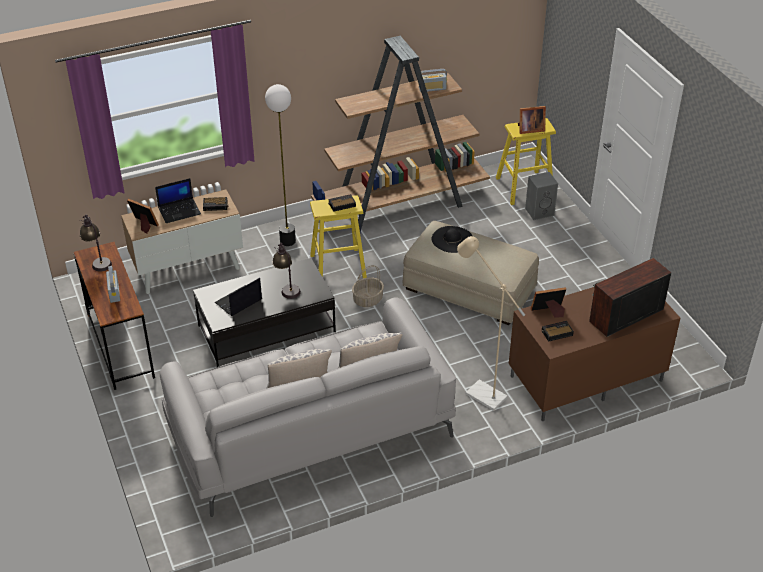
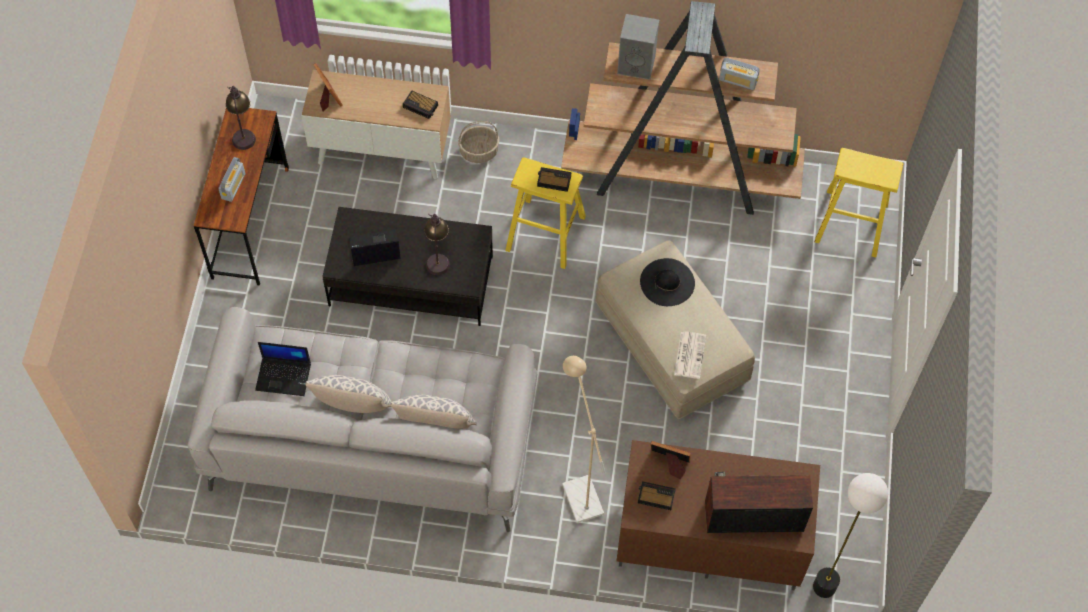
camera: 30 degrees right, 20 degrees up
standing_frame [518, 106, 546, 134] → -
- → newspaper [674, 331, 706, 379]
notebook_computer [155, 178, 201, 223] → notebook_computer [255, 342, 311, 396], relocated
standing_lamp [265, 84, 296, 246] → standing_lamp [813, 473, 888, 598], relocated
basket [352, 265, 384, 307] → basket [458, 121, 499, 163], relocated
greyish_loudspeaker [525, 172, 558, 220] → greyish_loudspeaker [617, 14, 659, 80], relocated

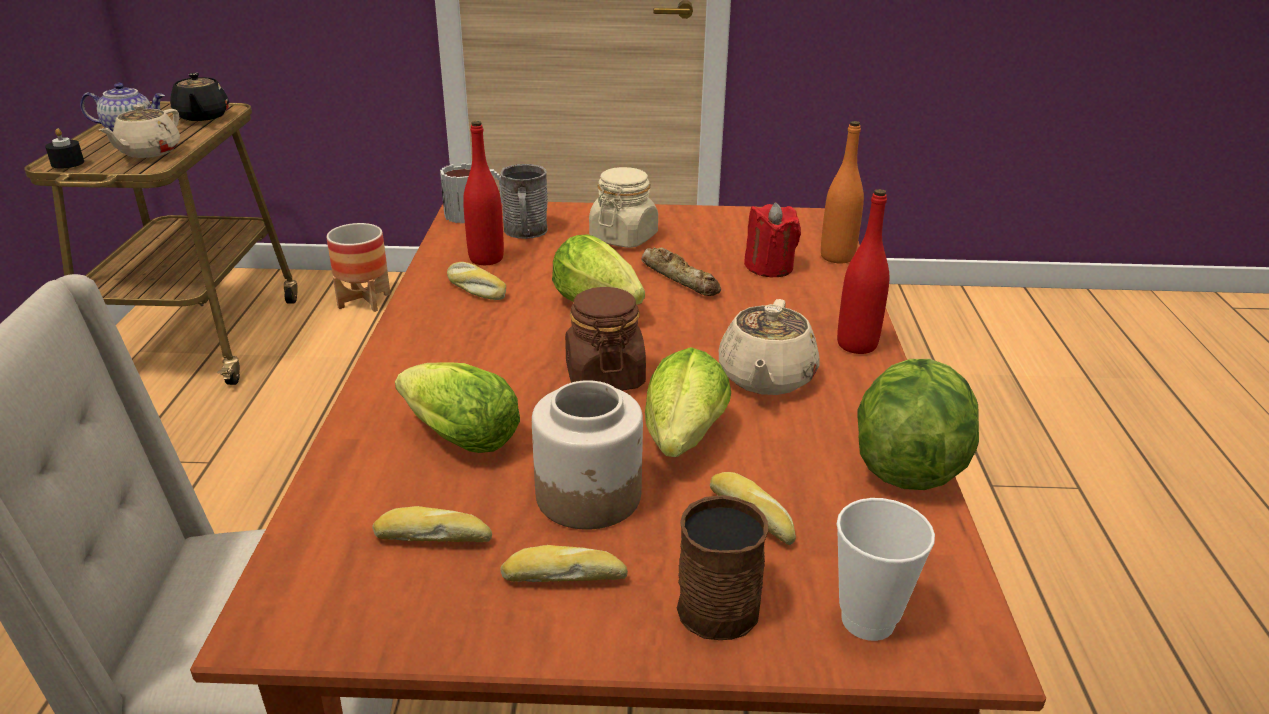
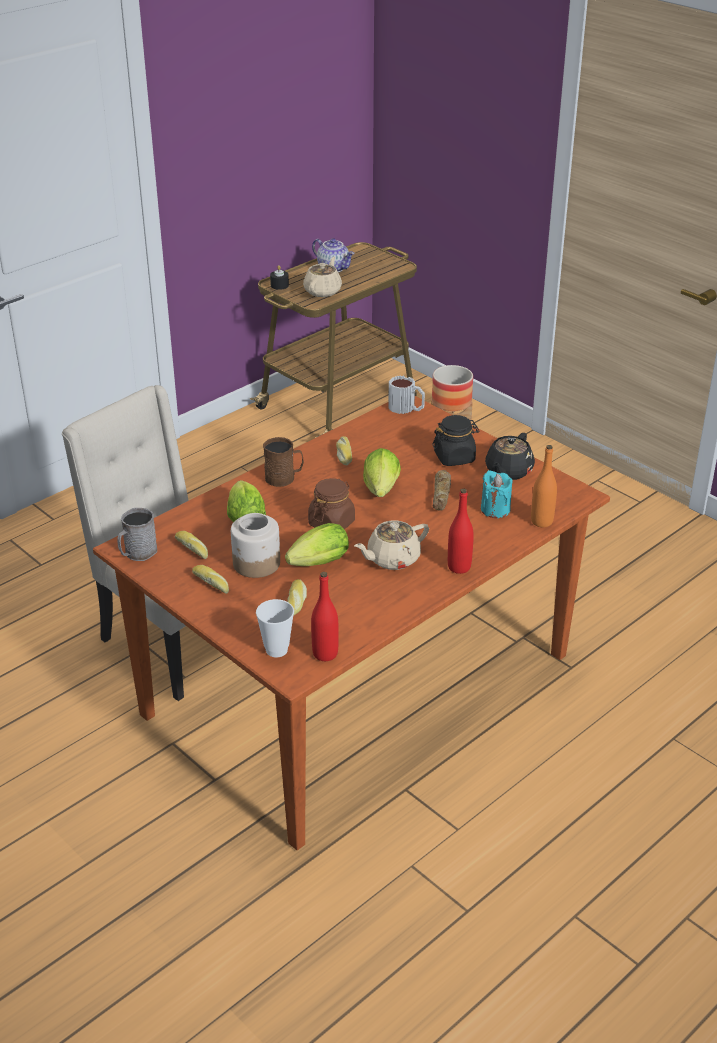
camera: 45 degrees right, 5 degrees up
lettuce [858, 359, 979, 490] → -
black-coloured_tea_pot [170, 73, 229, 121] → black-coloured_tea_pot [485, 433, 535, 480], relocated
red_bottle [463, 121, 504, 265] → red_bottle [311, 572, 339, 661], relocated
greyish_mug [500, 164, 548, 239] → greyish_mug [117, 508, 157, 561], relocated
brown_mug [677, 495, 769, 640] → brown_mug [263, 437, 304, 487], relocated
sand-coloured_storage_jar [589, 167, 658, 248] → black-coloured_storage_jar [432, 415, 479, 466]
red_wax_candle [744, 203, 801, 277] → turquoise-coloured_wax_candle [481, 470, 513, 518]
sand-coloured_tea_pot [99, 104, 180, 158] → sand-coloured_tea_pot [303, 257, 342, 297], 135 degrees clockwise

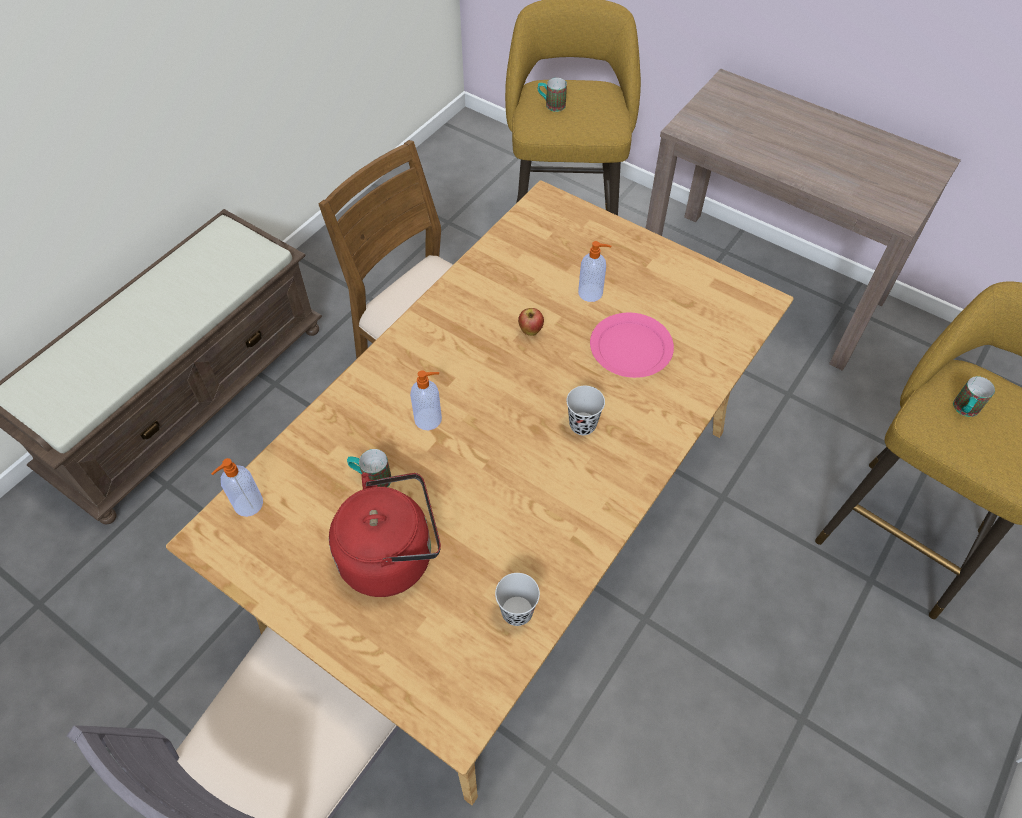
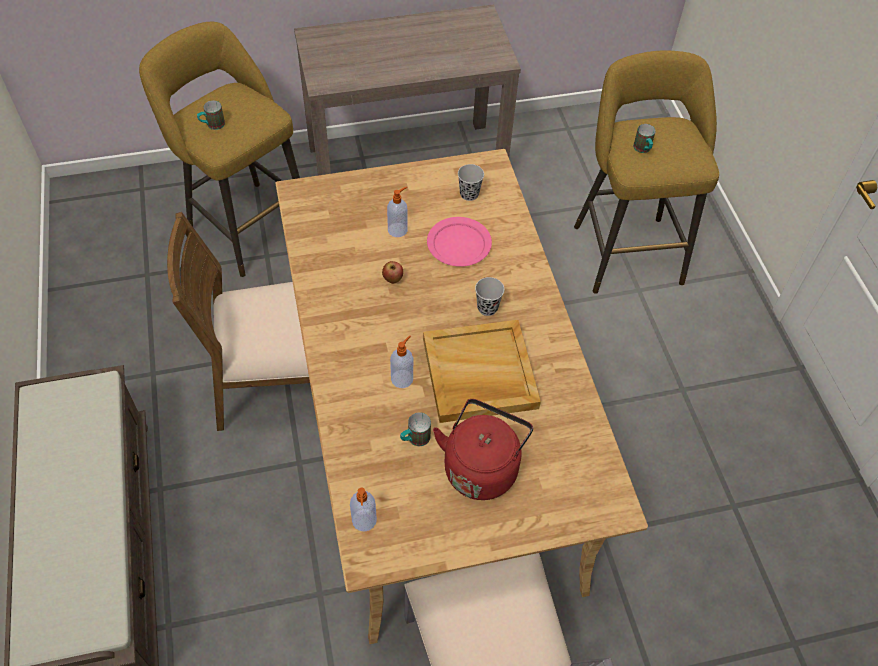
camera: 50 degrees left, 0 degrees up
- → sand-coloured_carrying_tray [423, 320, 541, 423]
black-coloured_drinking_cup [495, 573, 540, 626] → black-coloured_drinking_cup [458, 164, 484, 201], relocated

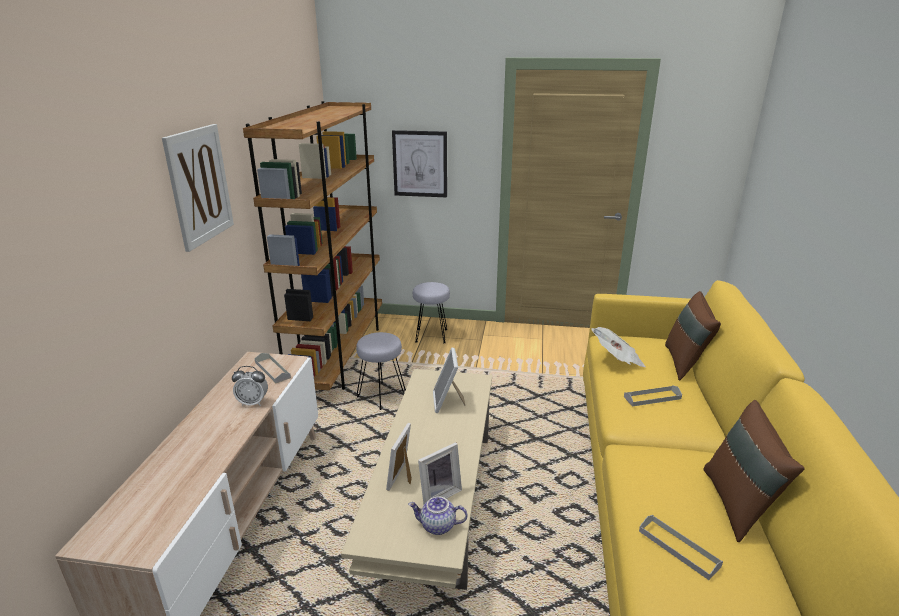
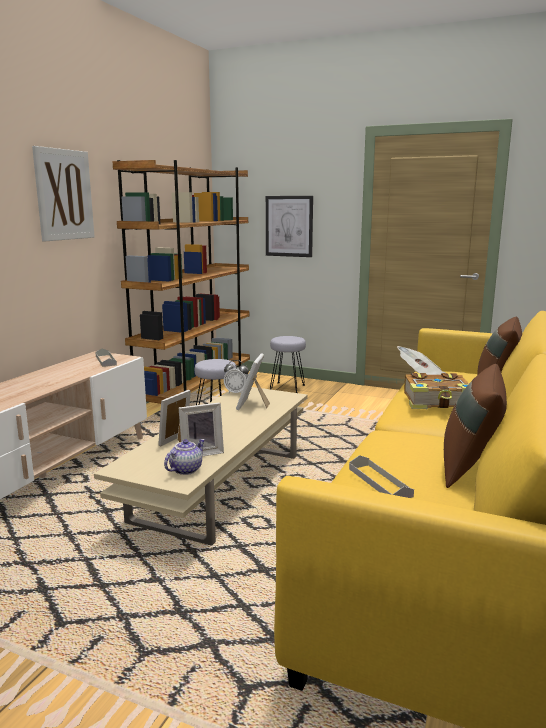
camera: 15 degrees right, 10 degrees down
table_clock [232, 366, 268, 406] → table_clock [224, 360, 249, 393], relocated
greyish_carrying_tray [624, 385, 682, 407] → volume [404, 373, 469, 409]
tea_pot [408, 496, 468, 535] → tea_pot [164, 439, 205, 475], 105 degrees clockwise

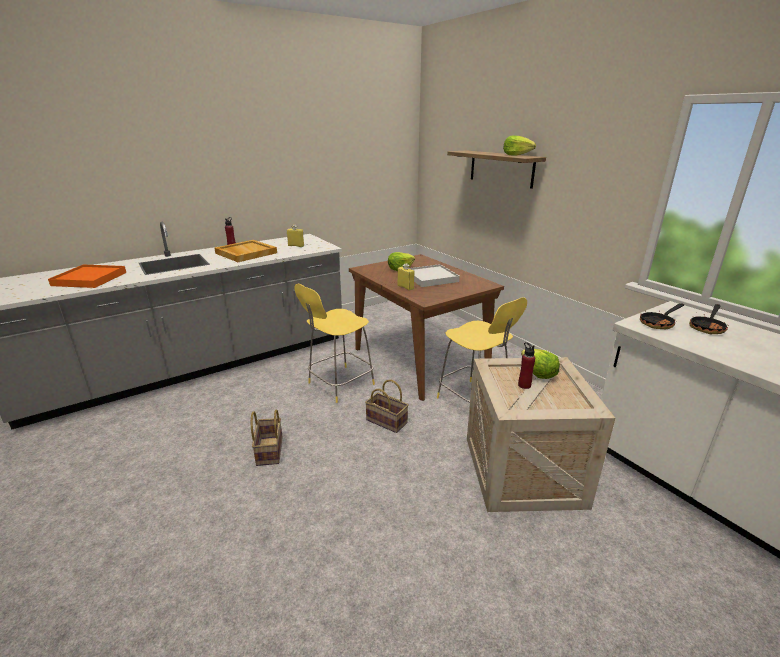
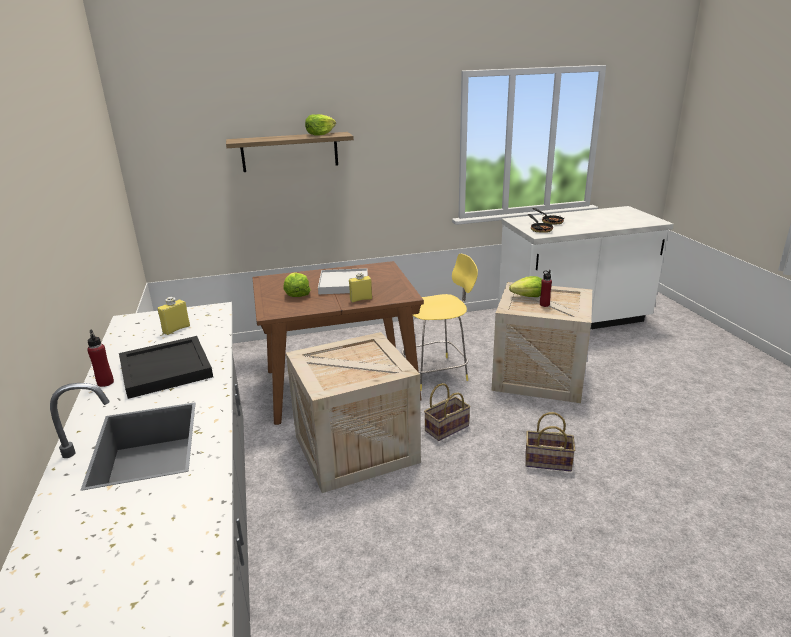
camera: 70 degrees left, 0 degrees up
orange-coloured_carrying_tray [48, 265, 126, 288] → -
basket [251, 409, 283, 466] → basket [526, 412, 575, 472], relocated
yellow_sitting_stool [294, 284, 375, 403] → shipping_crate [286, 332, 421, 493]
sand-coloured_carrying_tray [215, 240, 277, 262] → black-coloured_carrying_tray [119, 336, 213, 399]

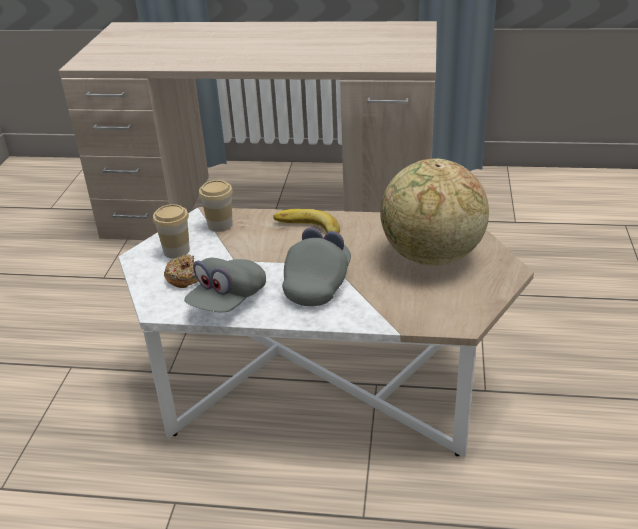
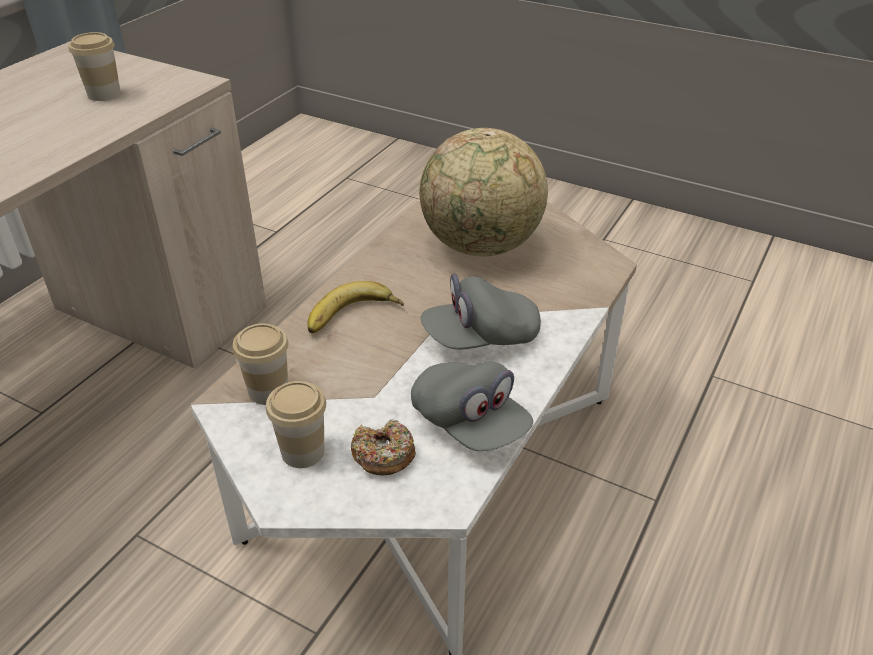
camera: 70 degrees left, 5 degrees up
- → drinking_cup [68, 32, 121, 101]
greyish_baseball_cap [282, 228, 351, 306] → greyish_baseball_cap [420, 273, 541, 350], 60 degrees counterclockwise

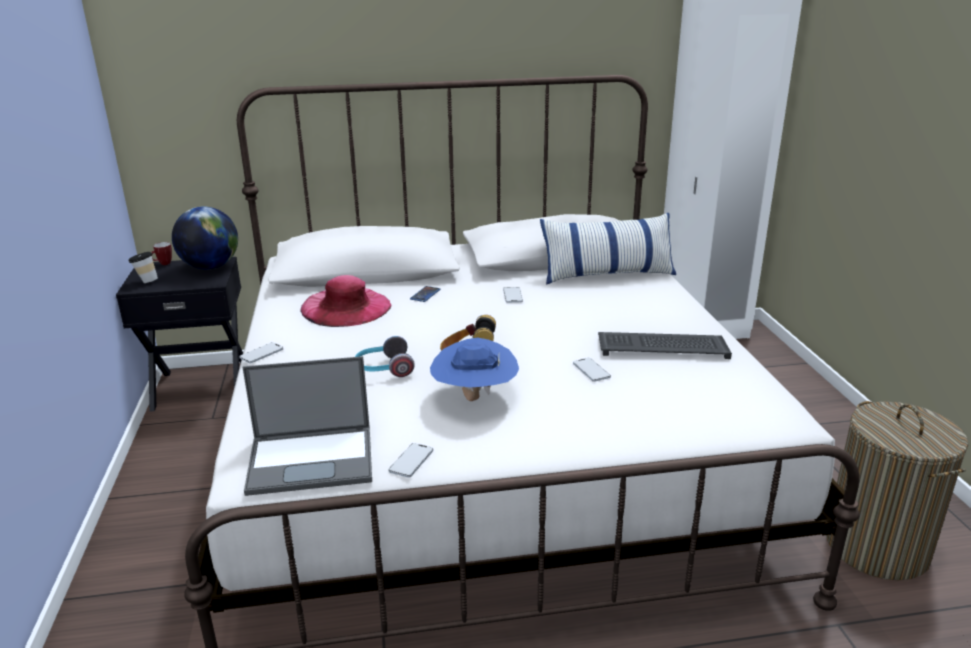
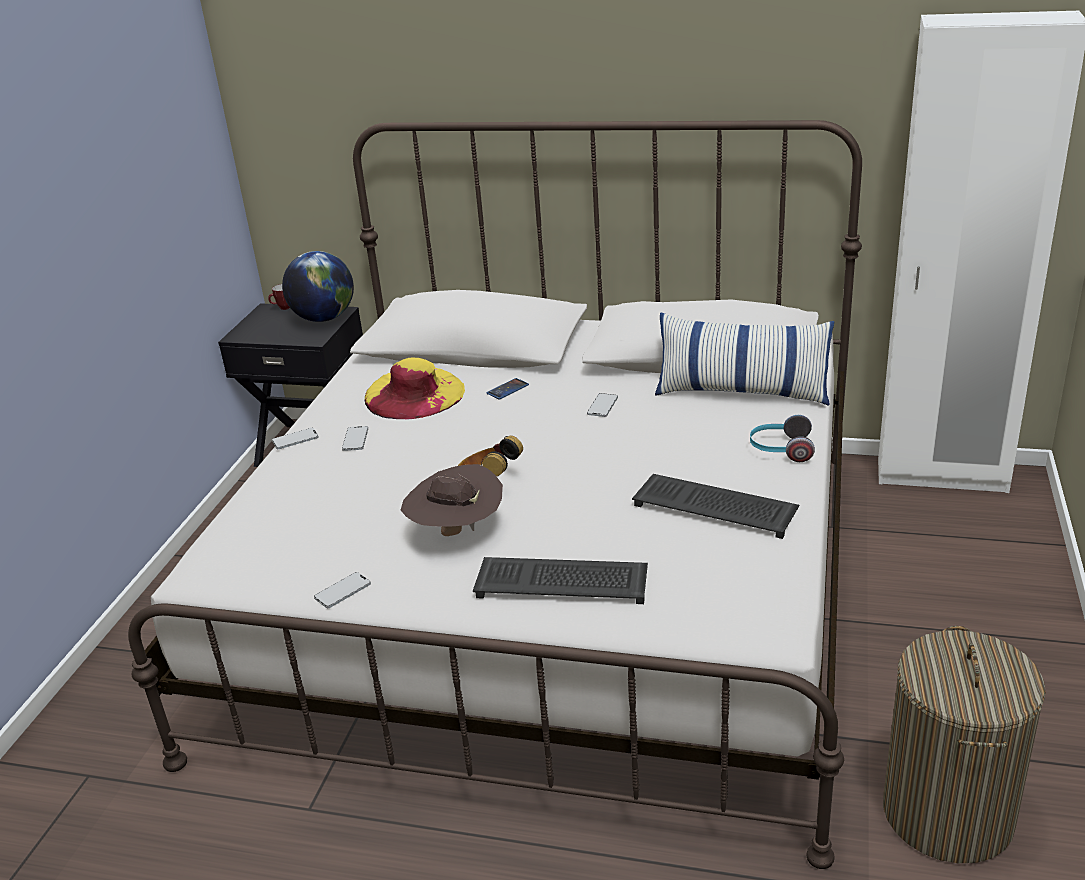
camera: 25 degrees right, 5 degrees up
drinking_cup [129, 252, 158, 283] → -
notebook_computer [242, 356, 372, 496] → -
- → PC_keyboard [473, 557, 648, 604]
headphones [355, 336, 415, 377] → headphones [750, 415, 815, 462], relocated
telephone [573, 358, 611, 382] → telephone [342, 426, 368, 451], relocated
pink_clothing_hat [300, 275, 391, 327] → yellow_clothing_hat [364, 358, 465, 419]
blue_clothing_hat [430, 338, 519, 401] → brown_clothing_hat [401, 464, 503, 536]

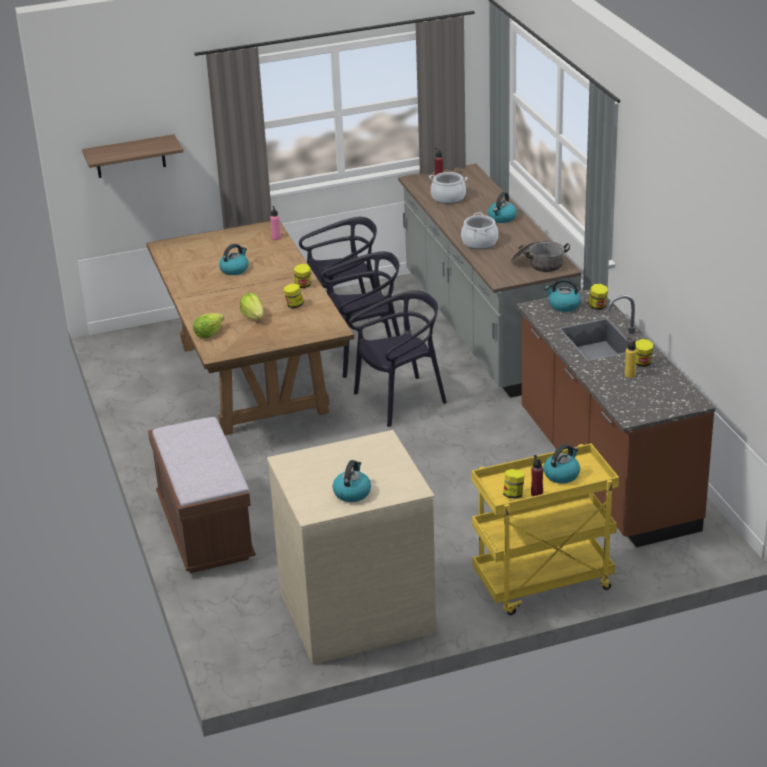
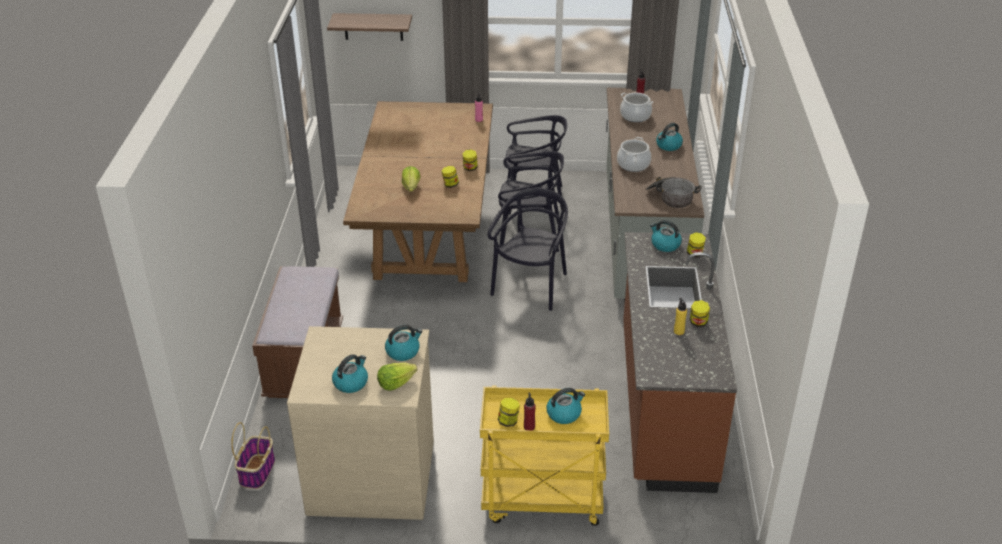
camera: 20 degrees right, 5 degrees up
- → basket [231, 422, 275, 489]
lettuce [193, 313, 224, 338] → lettuce [377, 362, 417, 391], relocated
tea_kettle [219, 244, 249, 275] → tea_kettle [385, 325, 422, 361], relocated
black-coloured_upright_chair [349, 291, 447, 427] → black-coloured_upright_chair [488, 188, 568, 311], 60 degrees counterclockwise

